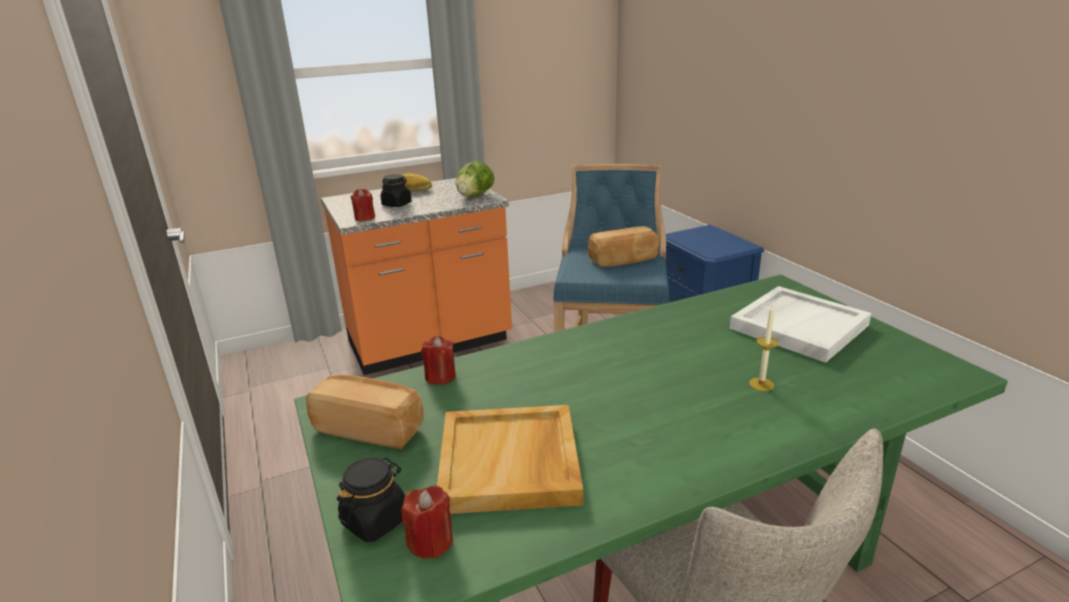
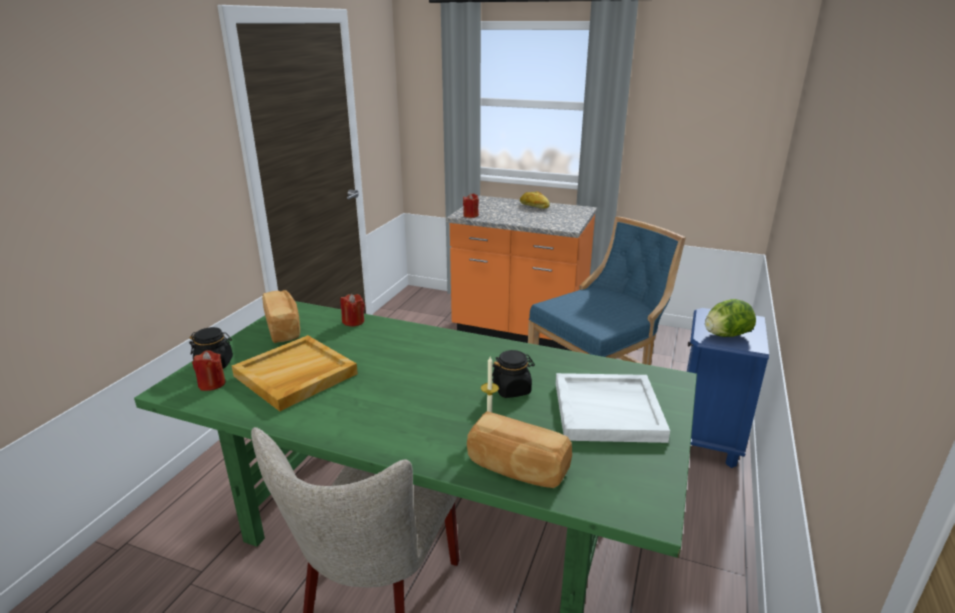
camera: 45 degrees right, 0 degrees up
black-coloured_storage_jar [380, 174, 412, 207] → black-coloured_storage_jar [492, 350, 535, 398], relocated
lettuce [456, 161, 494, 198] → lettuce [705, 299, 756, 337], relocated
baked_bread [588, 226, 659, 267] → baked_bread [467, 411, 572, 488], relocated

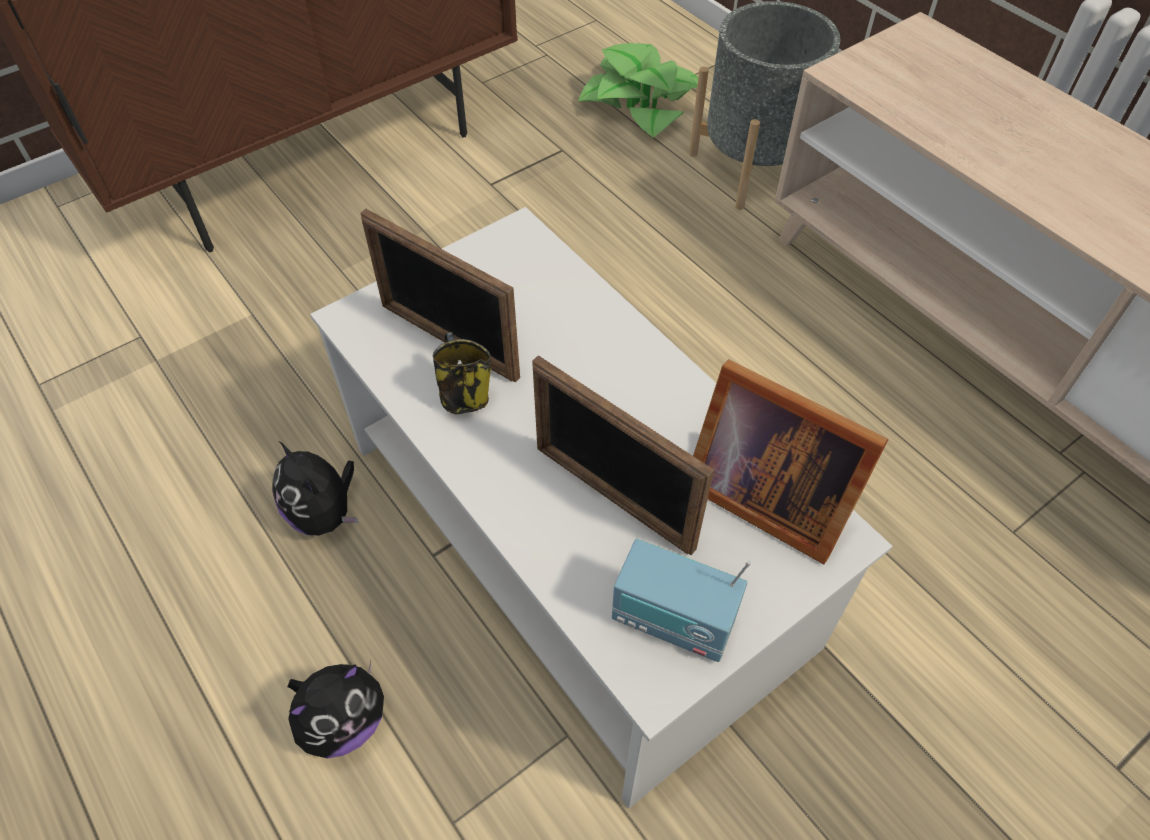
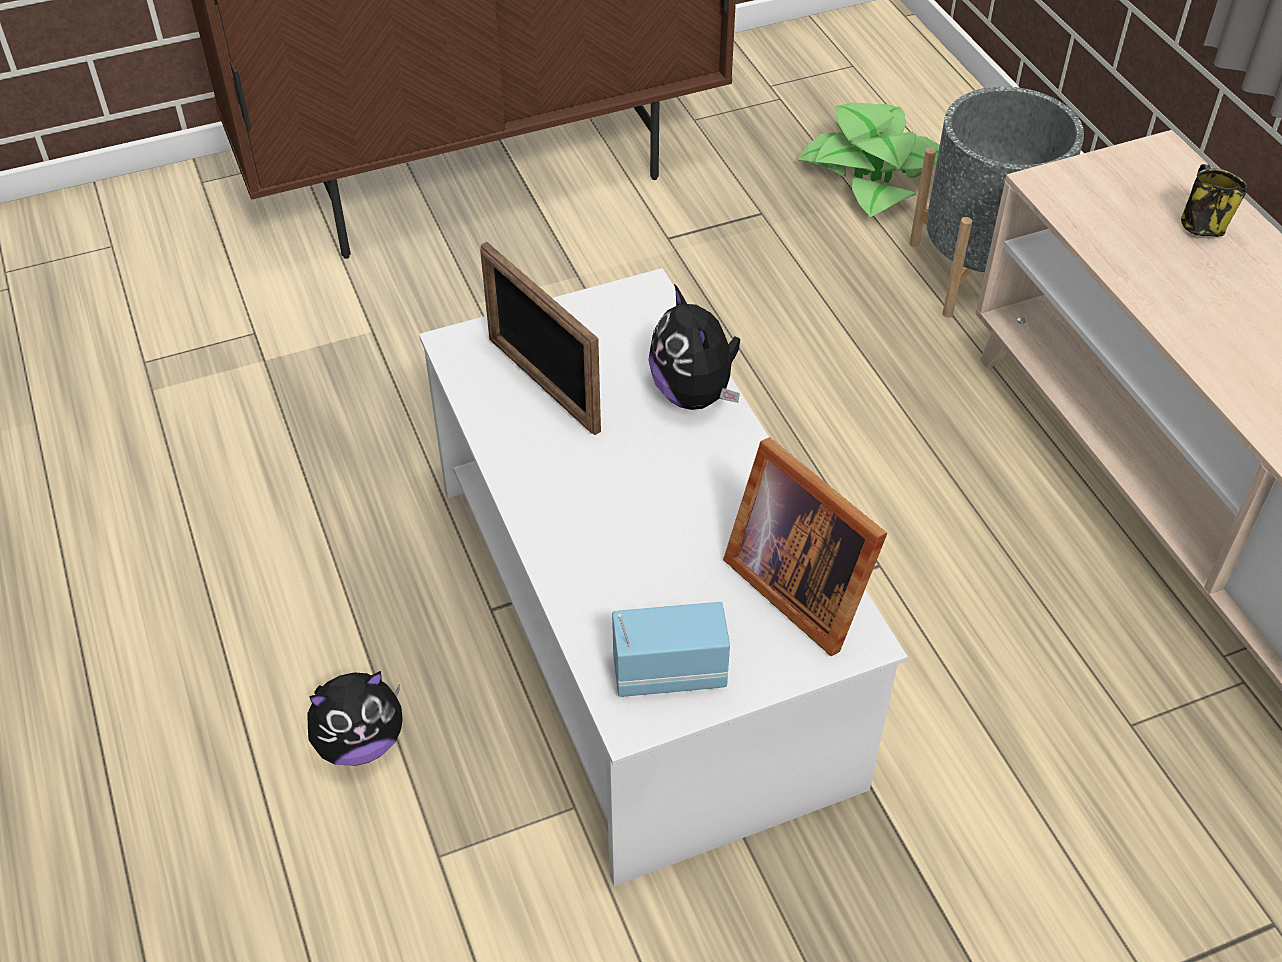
camera: 15 degrees right, 5 degrees down
standing_frame [532, 355, 714, 555] → -
soft_toy [272, 441, 359, 535] → soft_toy [648, 284, 740, 410], relocated
mug [433, 332, 491, 414] → mug [1181, 164, 1248, 237], relocated
radio_set [612, 539, 751, 662] → radio_set [612, 602, 730, 697], 135 degrees clockwise

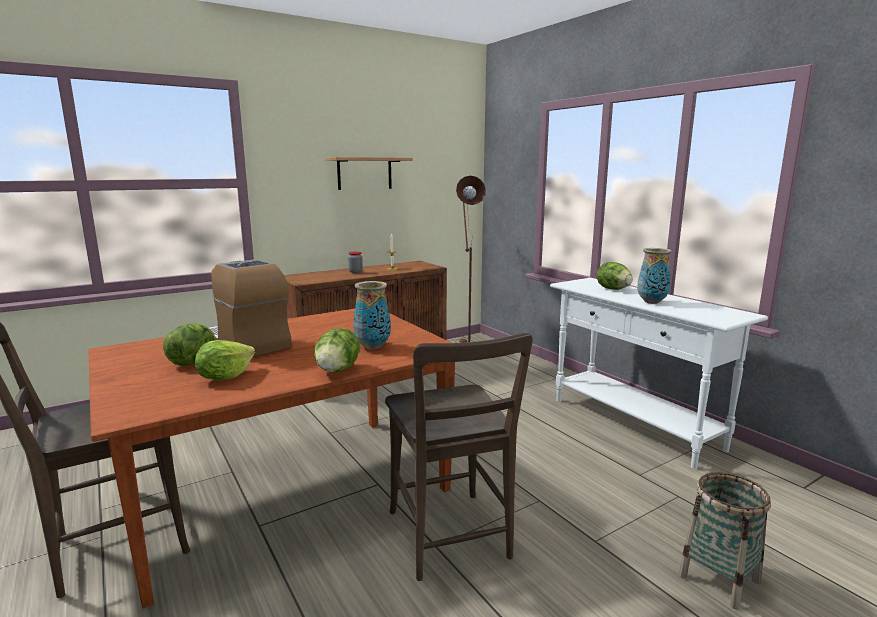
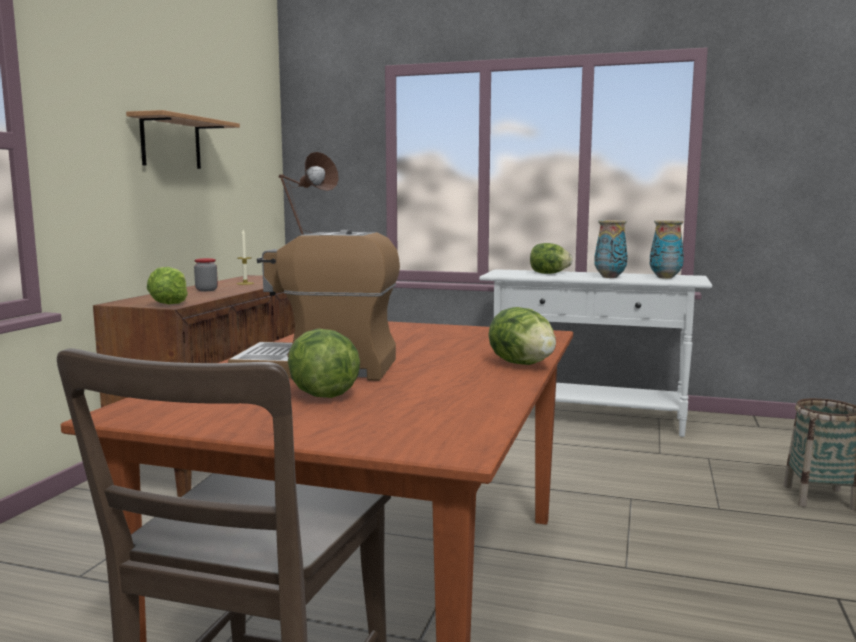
camera: 40 degrees left, 5 degrees down
brown_upright_chair [385, 333, 533, 581] → -
lettuce [195, 340, 255, 380] → lettuce [147, 267, 188, 304], relocated
vase [353, 281, 391, 350] → vase [650, 220, 684, 279], relocated

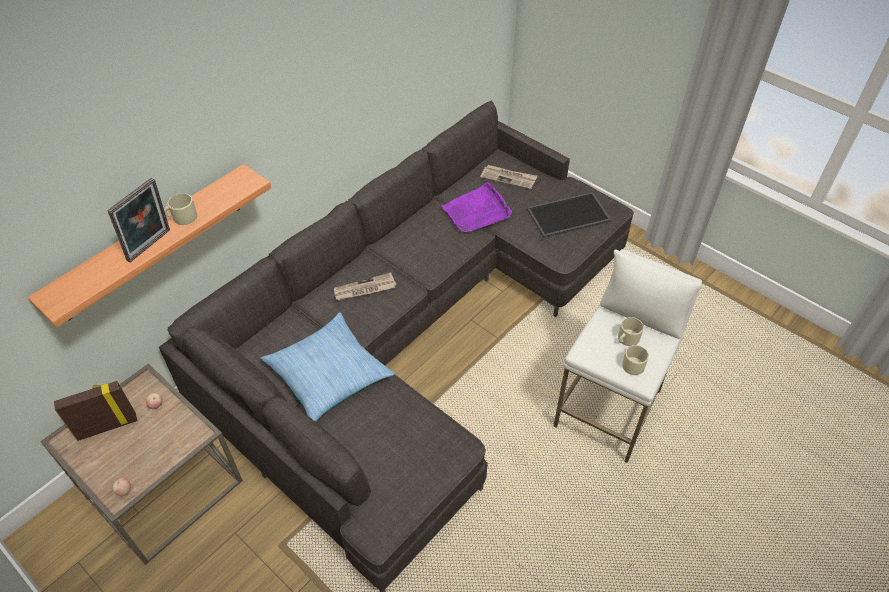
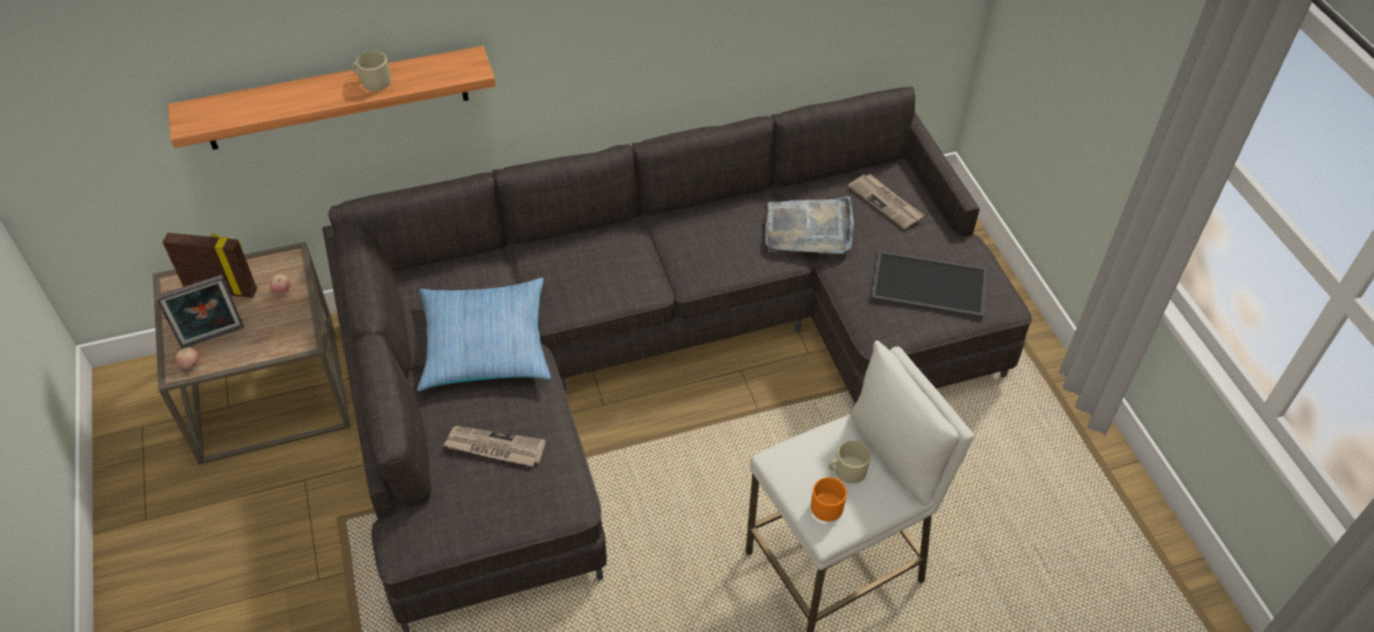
camera: 30 degrees right, 0 degrees up
standing_frame [107, 178, 170, 262] → standing_frame [155, 275, 244, 349], relocated
newspaper [334, 273, 396, 301] → newspaper [443, 426, 546, 466], relocated
purple-coloured_carrying_tray [442, 182, 512, 234] → greyish_carrying_tray [765, 196, 854, 254]
sand-coloured_mug [622, 345, 649, 375] → orange-coloured_mug [811, 477, 847, 522]

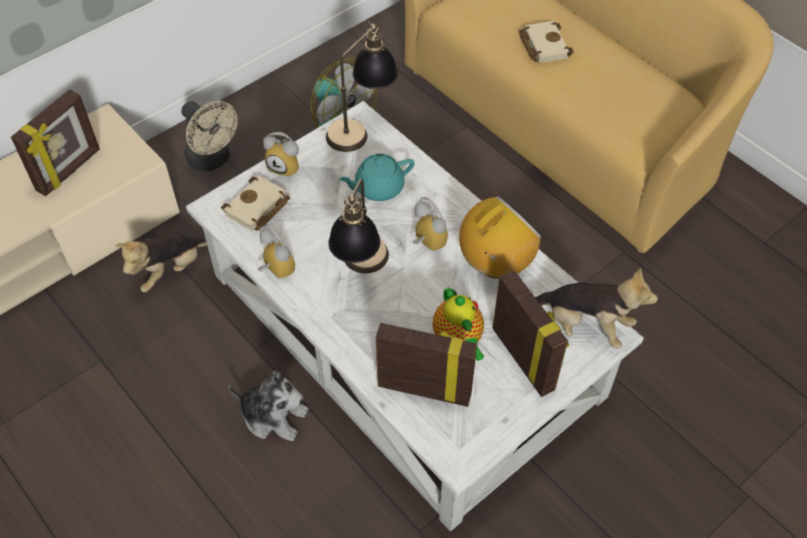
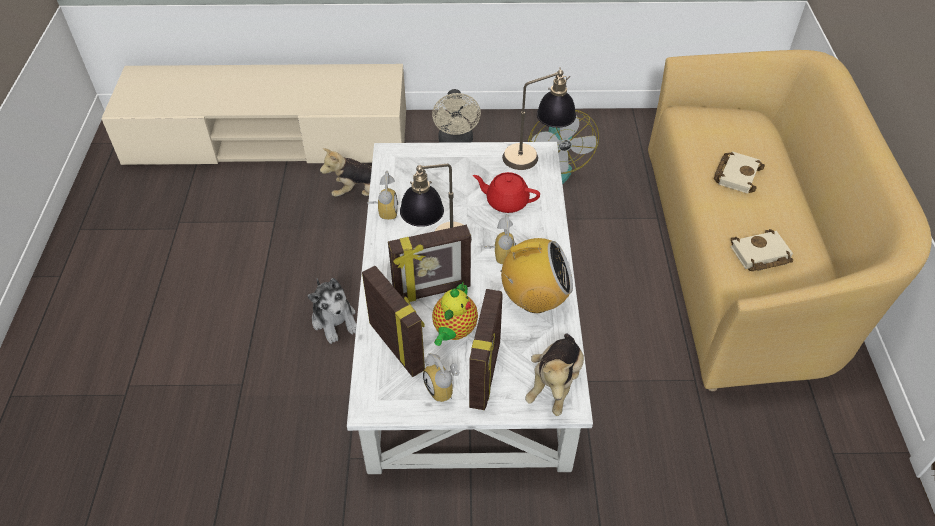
camera: 40 degrees right, 5 degrees down
standing_frame [11, 89, 100, 196] → standing_frame [388, 225, 471, 302], relocated
sand-coloured_volume [221, 176, 290, 231] → sand-coloured_volume [730, 229, 793, 271], relocated
table_clock [263, 132, 299, 178] → table_clock [423, 353, 460, 402], relocated
turquoise-coloured_tea_pot [339, 154, 415, 201] → red_tea_pot [473, 172, 540, 213]
soft_toy [535, 268, 658, 349] → soft_toy [525, 333, 584, 416], 45 degrees clockwise

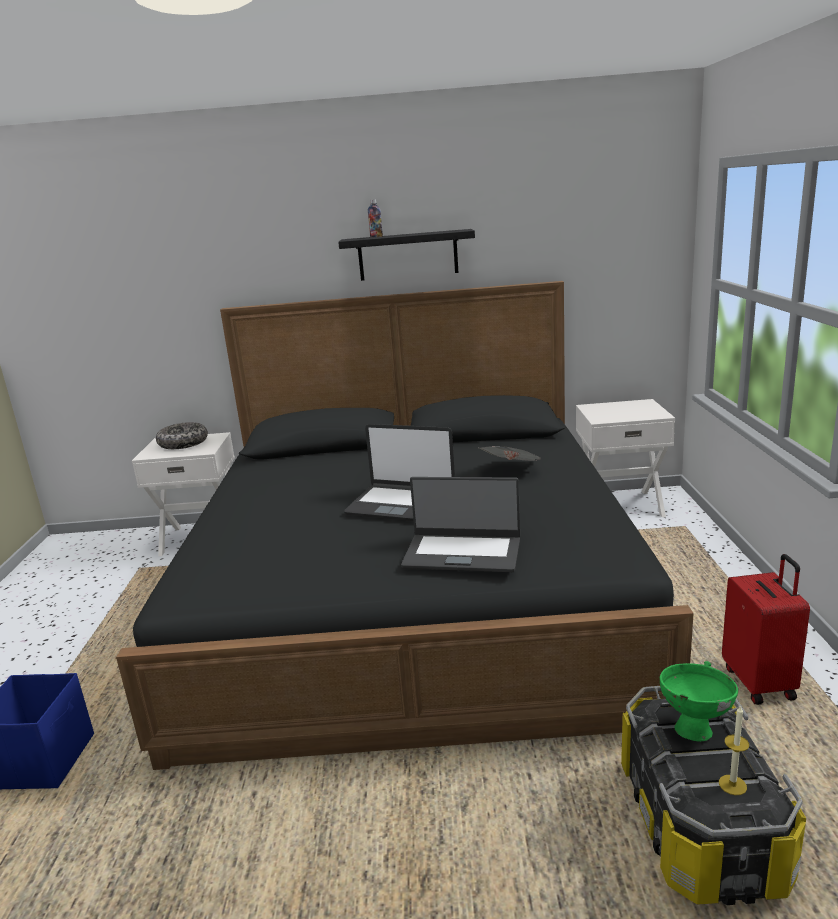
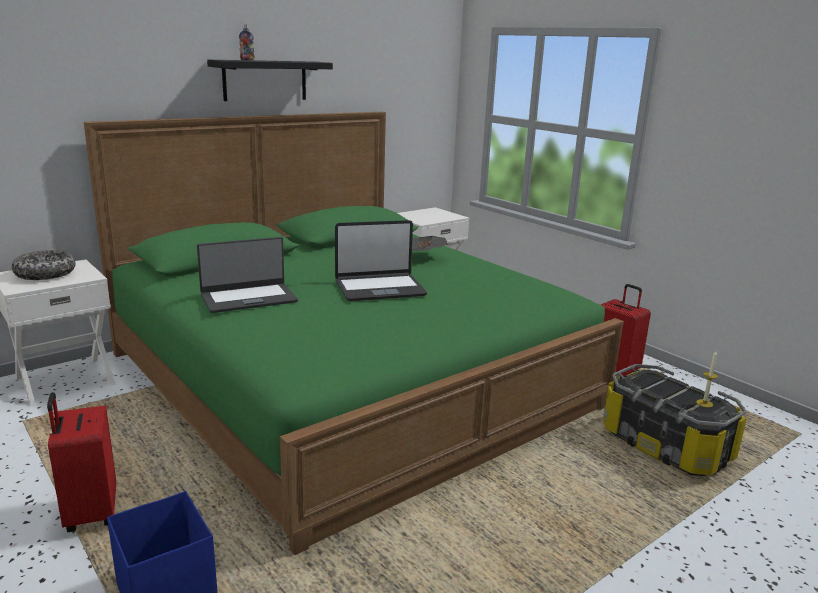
camera: 40 degrees left, 0 degrees up
greenish_deep_dish [660, 661, 738, 742] → -
- → red_suitcase [47, 392, 116, 532]
notebook_computer [401, 477, 520, 572] → notebook_computer [197, 237, 298, 313], relocated
black-coloured_bed [116, 281, 694, 770] → greenish_bed [84, 112, 624, 555]

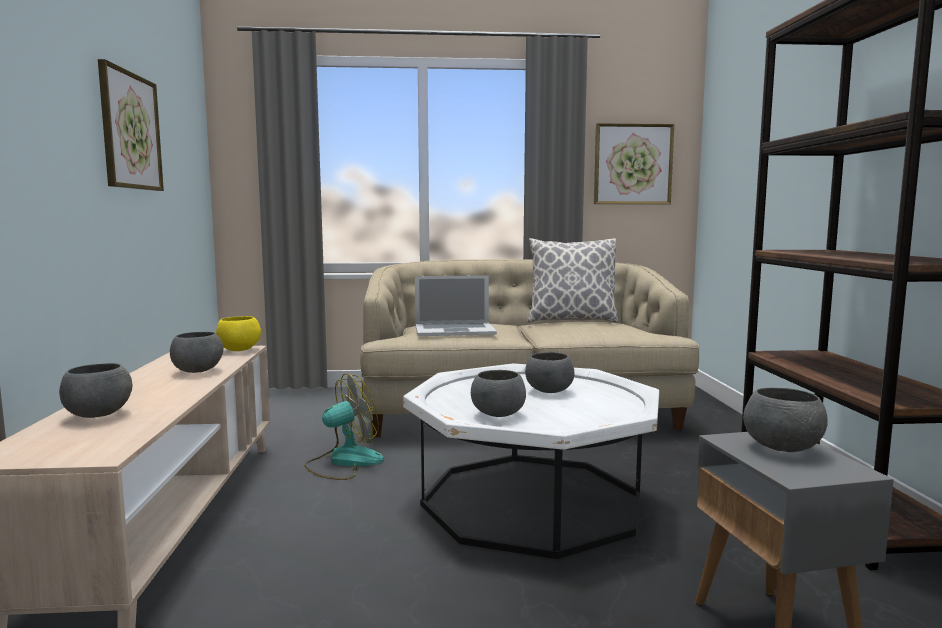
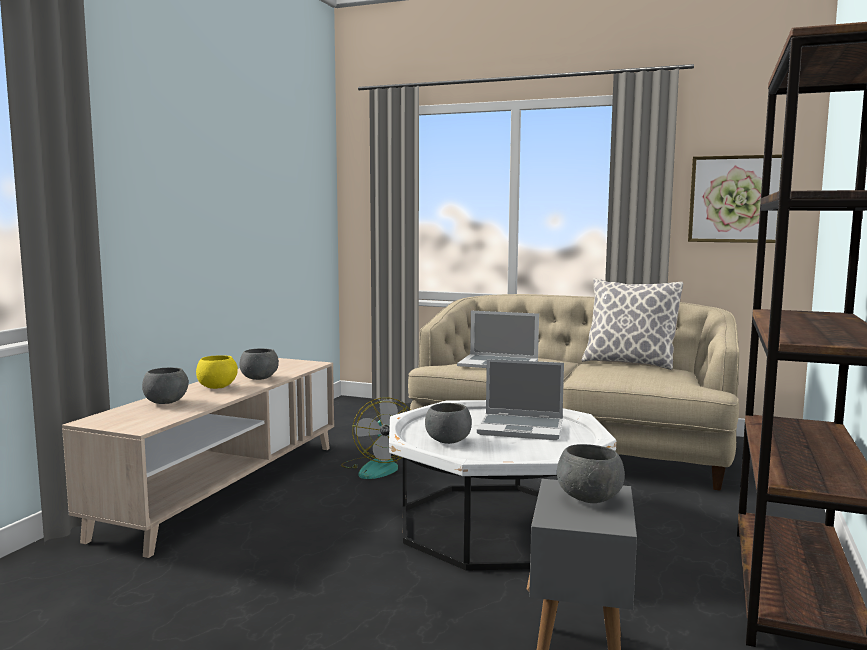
camera: 25 degrees right, 0 degrees up
picture [98, 59, 164, 191] → -
yellow_deep_dish [216, 316, 261, 351] → yellow_deep_dish [196, 355, 238, 389], relocated
greyish_deep_dish [525, 352, 575, 393] → notebook_computer [477, 359, 564, 440]
electric_fan [304, 373, 384, 480] → electric_fan [341, 398, 411, 479], 90 degrees clockwise

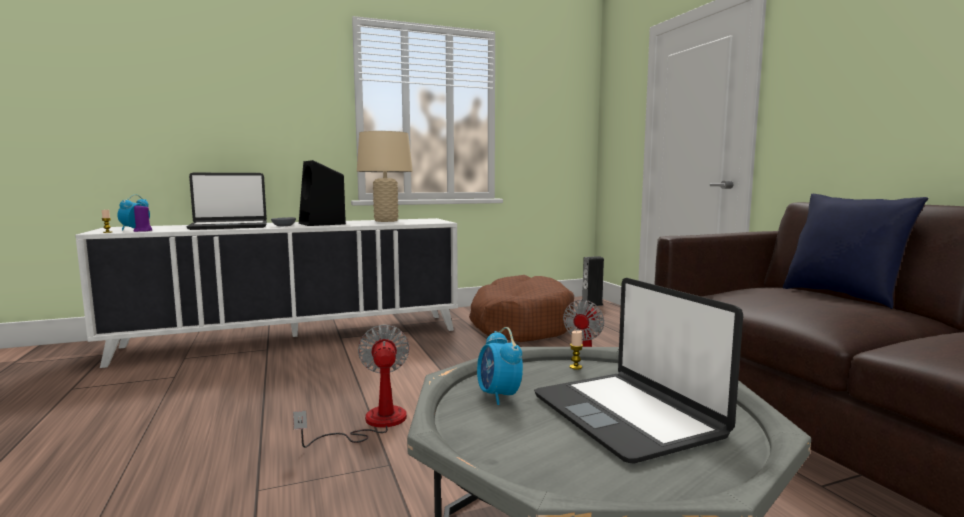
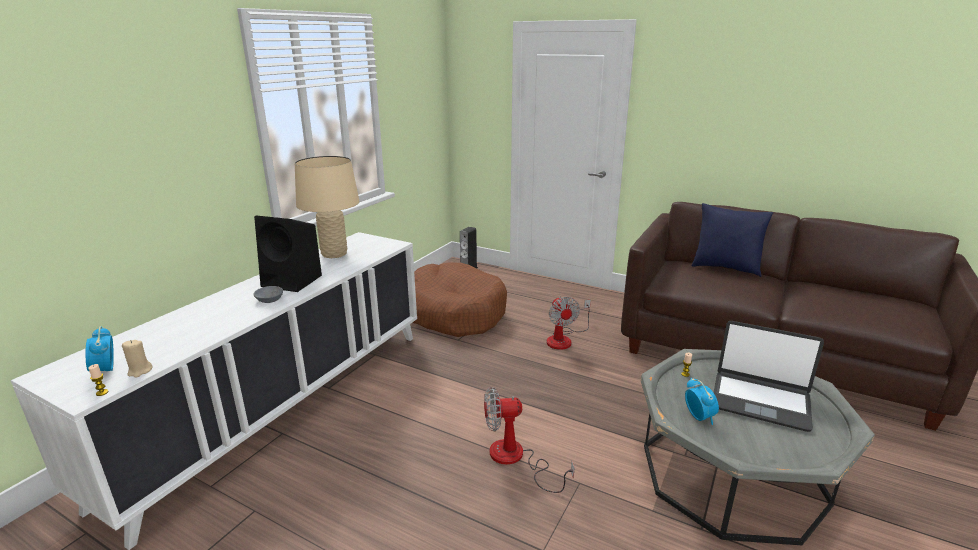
camera: 40 degrees left, 15 degrees up
notebook_computer [186, 173, 267, 230] → -
purple-coloured_wax_candle [133, 205, 152, 232] → sand-coloured_wax_candle [122, 340, 153, 378]
electric_fan [293, 324, 410, 448] → electric_fan [484, 387, 575, 493], 45 degrees counterclockwise
table_clock [477, 327, 523, 405] → table_clock [685, 378, 719, 425], 135 degrees counterclockwise

